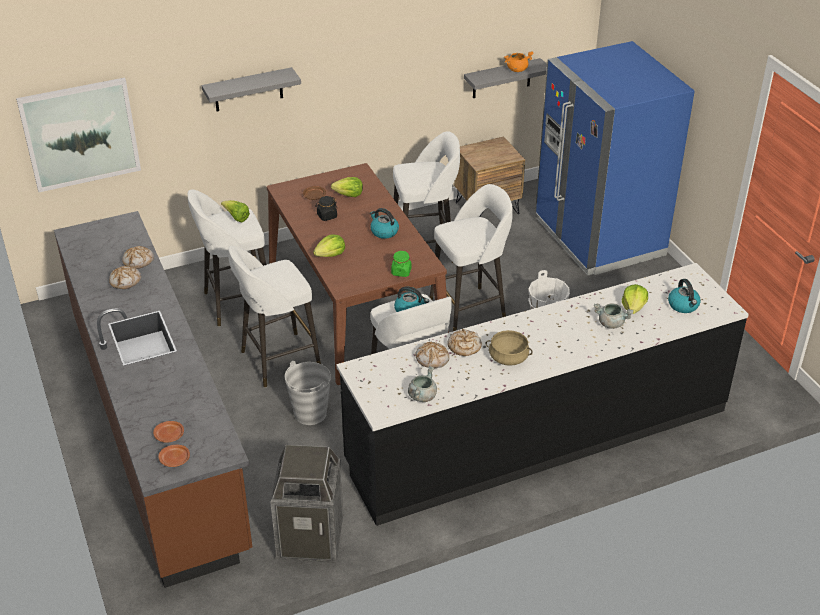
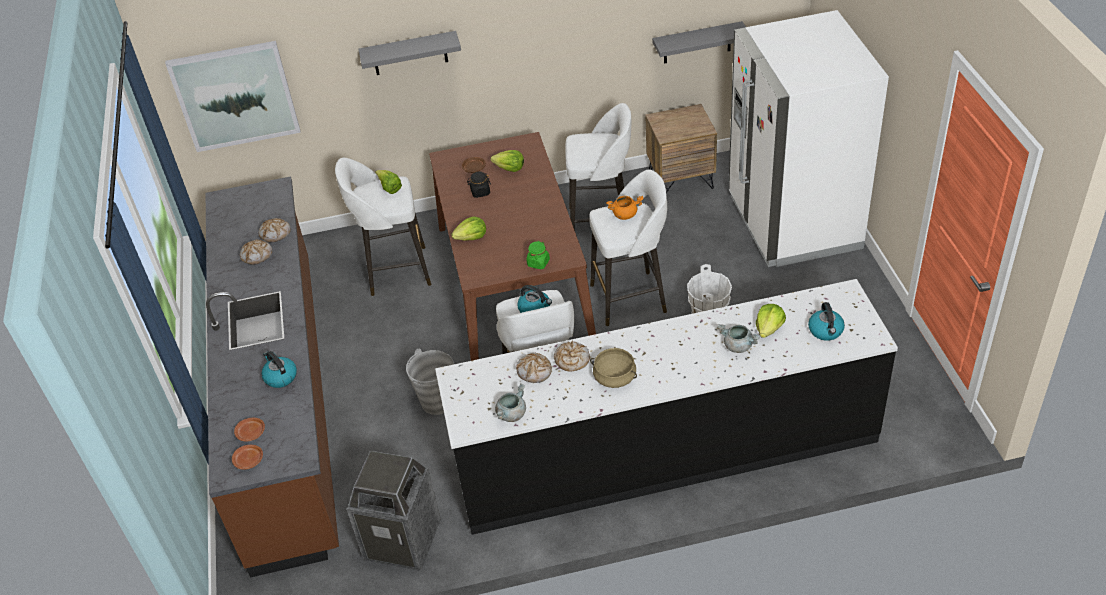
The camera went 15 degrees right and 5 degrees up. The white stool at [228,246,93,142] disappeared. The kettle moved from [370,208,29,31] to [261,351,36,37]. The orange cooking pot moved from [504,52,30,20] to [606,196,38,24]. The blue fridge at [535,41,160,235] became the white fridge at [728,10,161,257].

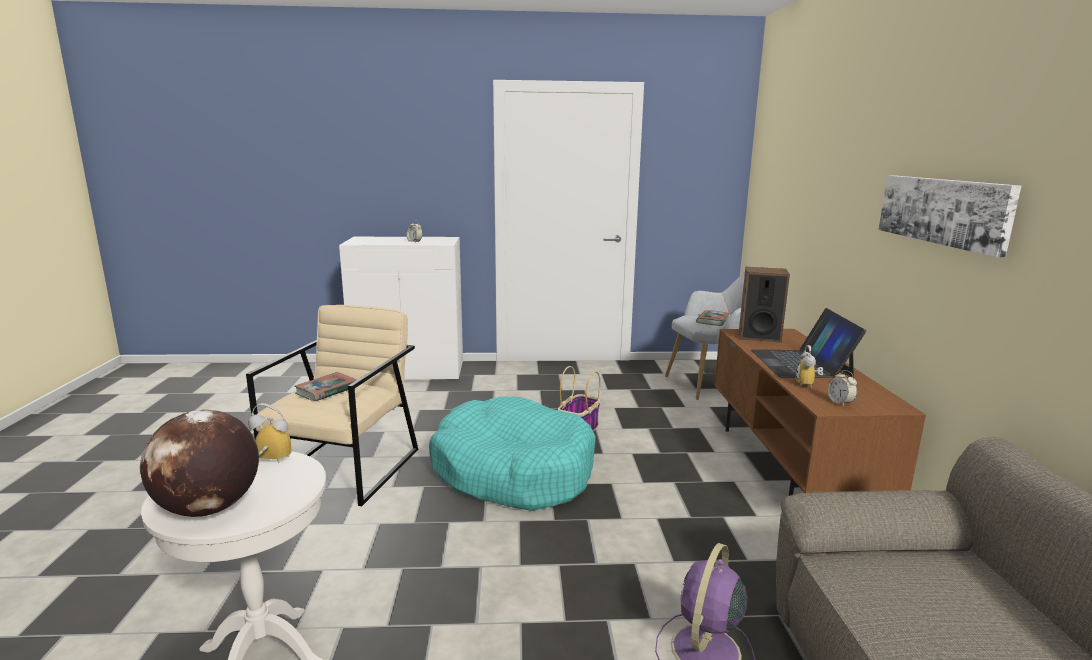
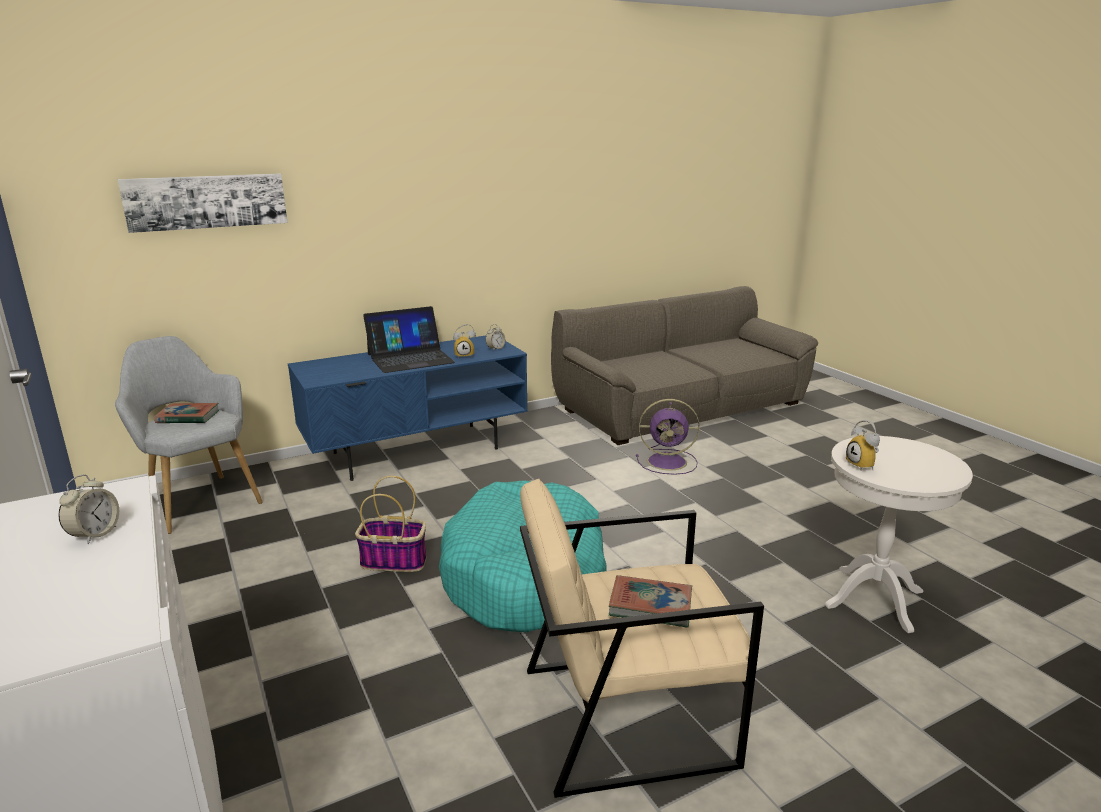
The camera went 115 degrees left and 5 degrees up. The globe at [140,410,119,107] disappeared. The brown tv stand at [714,329,212,167] became the blue tv stand at [288,335,240,146]. The speaker at [739,267,51,75] disappeared. The picture moved from [878,175,143,83] to [118,174,169,59].

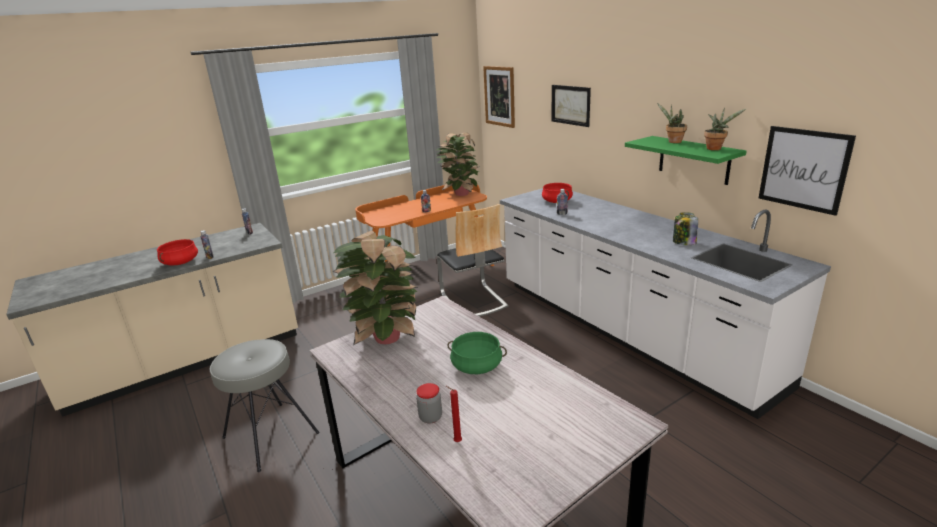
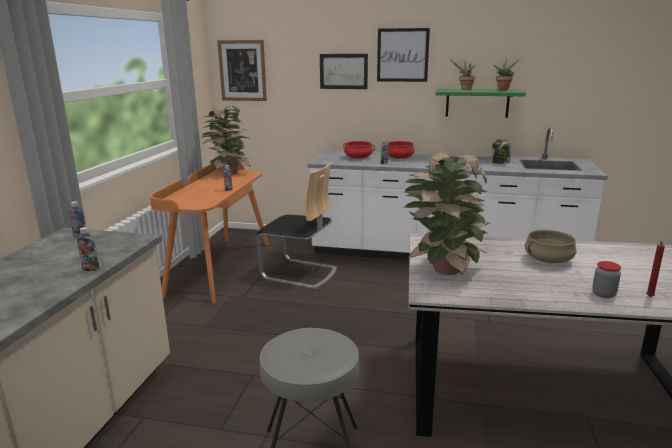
The camera went 45 degrees left and 5 degrees down. The red cooking pot moved from [157,239,41,26] to [387,141,28,18]. The green cooking pot at [447,332,60,42] became the beige cooking pot at [525,230,51,33]. The picture moved from [759,126,97,90] to [377,28,53,54].

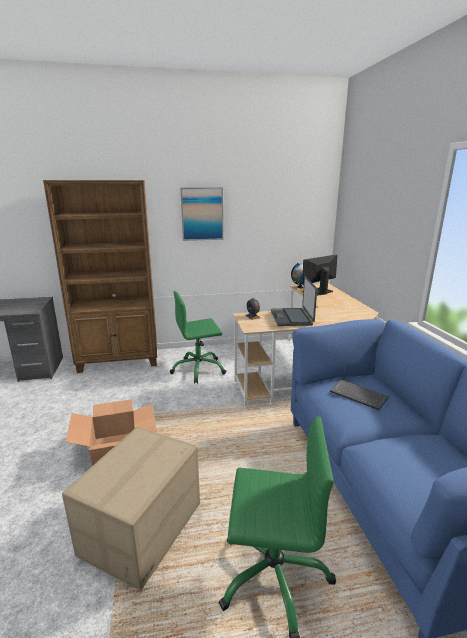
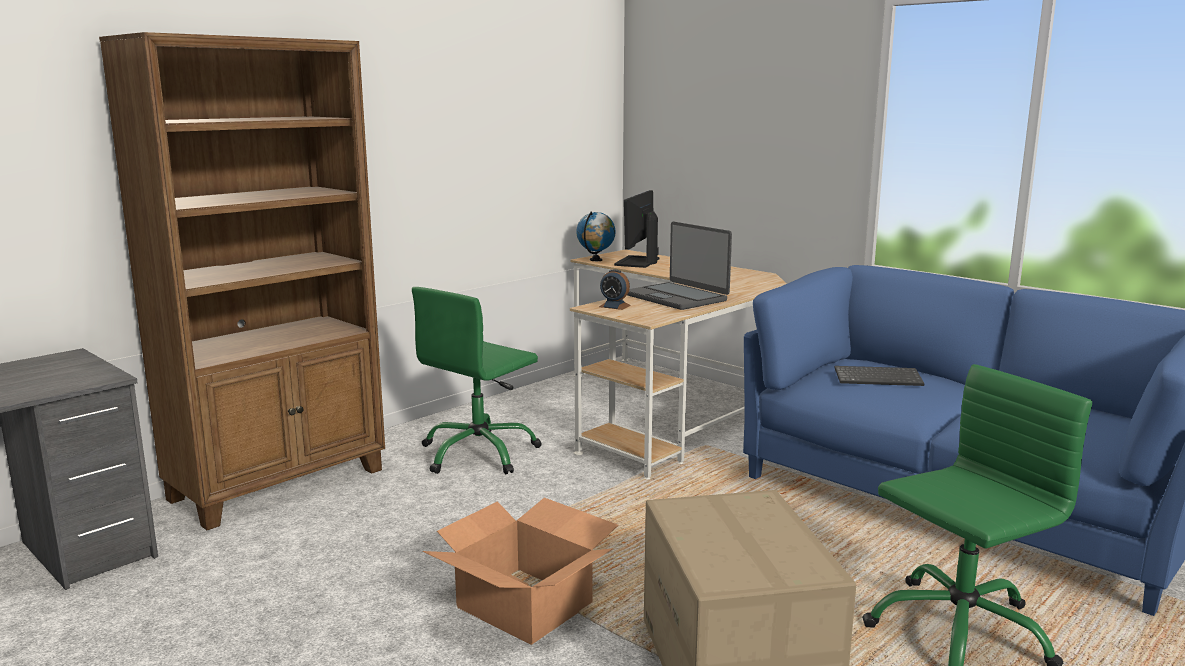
The camera went 35 degrees left and 5 degrees down. The picture at [180,188,43,53] disappeared.

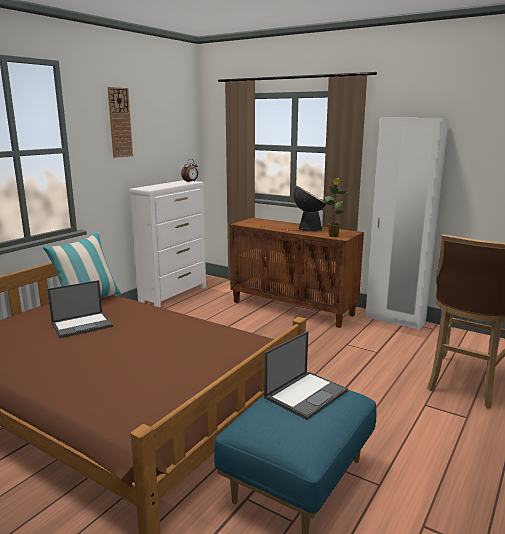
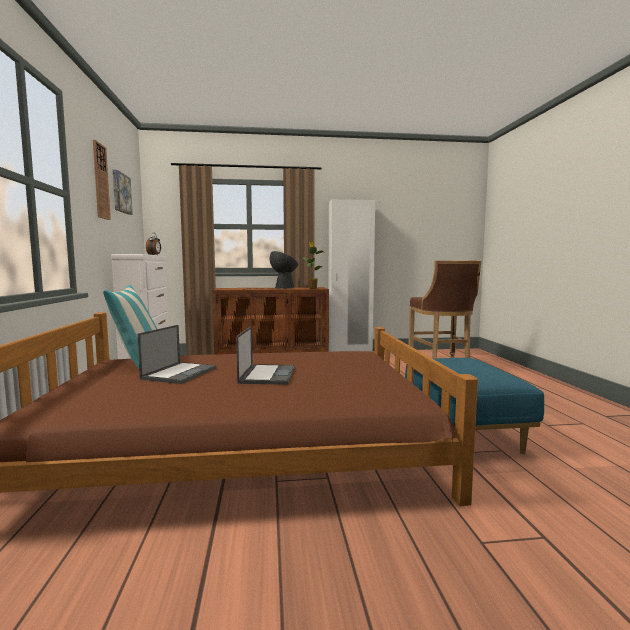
The camera went 40 degrees left and 10 degrees down. The laptop moved from [264,331,84,89] to [236,326,59,59]. The picture at [113,170,20,45] appeared.

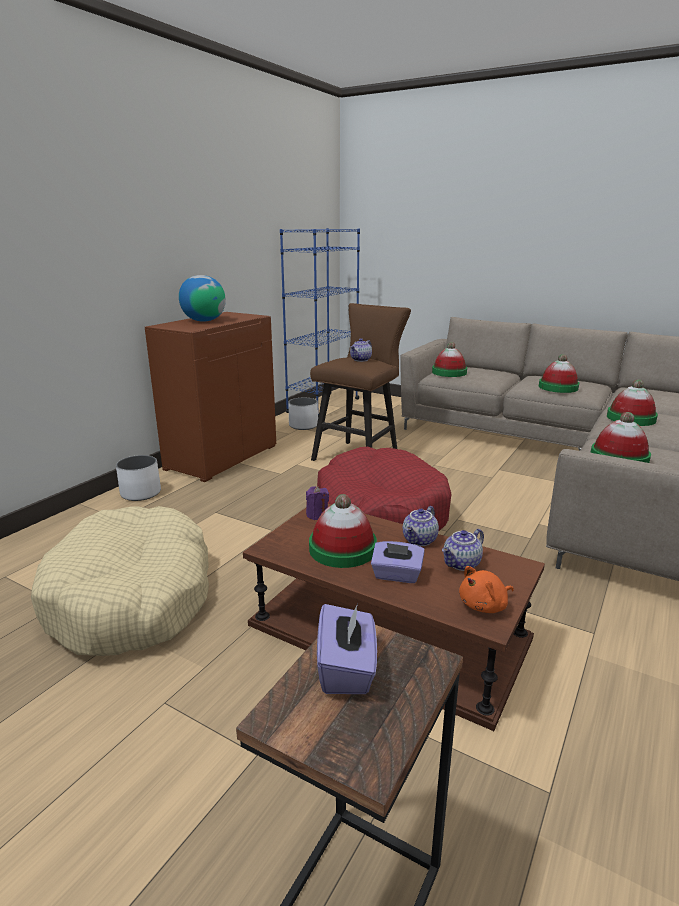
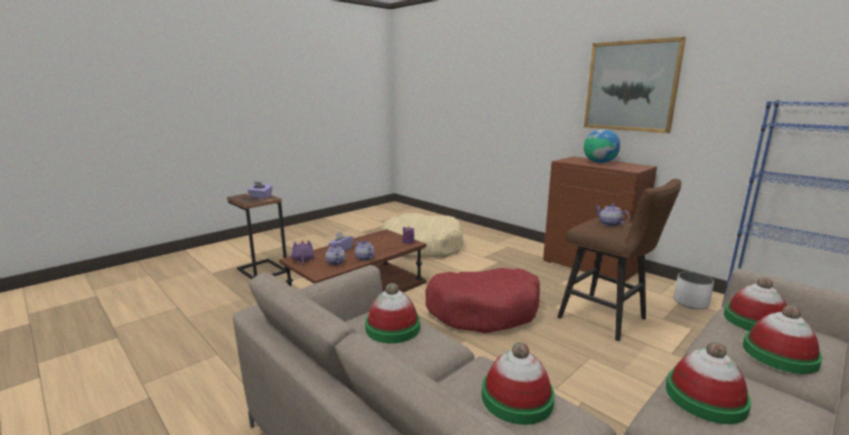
The camera went 105 degrees right and 5 degrees down. The white planter at [116,455,45,46] disappeared. The hat moved from [309,494,68,74] to [743,305,80,69]. The orange plush toy at [459,566,55,47] became the purple plush toy at [291,240,23,25]. The picture at [584,37,102,96] appeared.

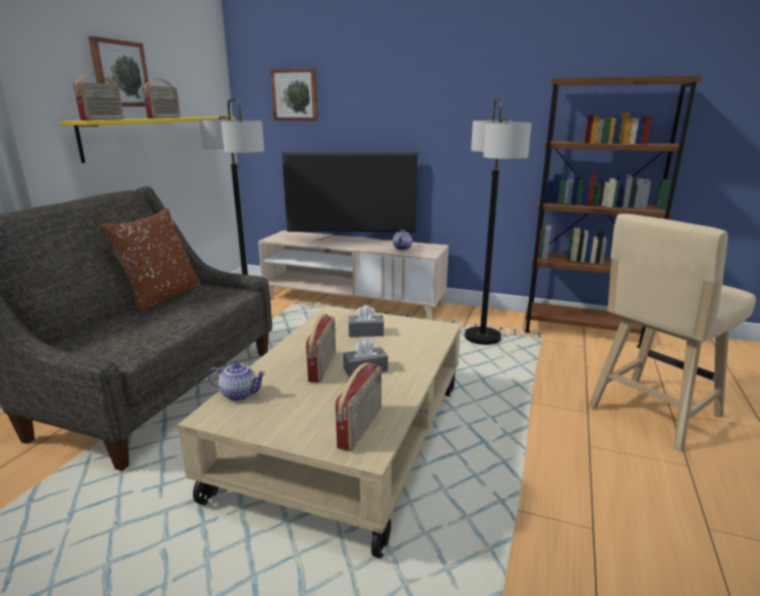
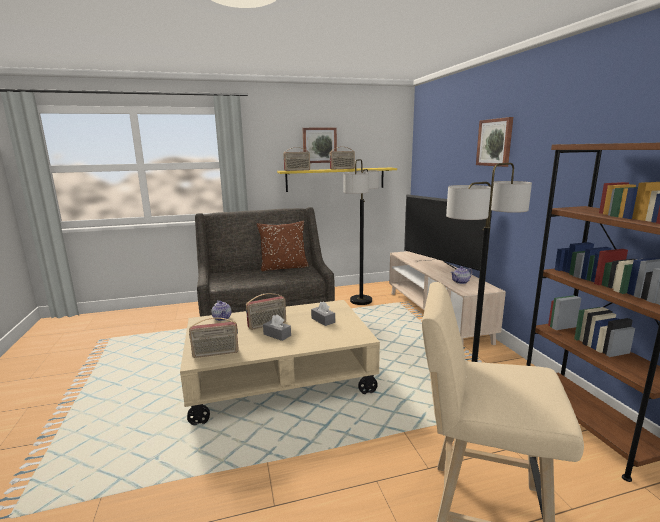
The camera went 55 degrees right and 5 degrees down. The picture moved from [270,68,48,53] to [476,117,37,50].

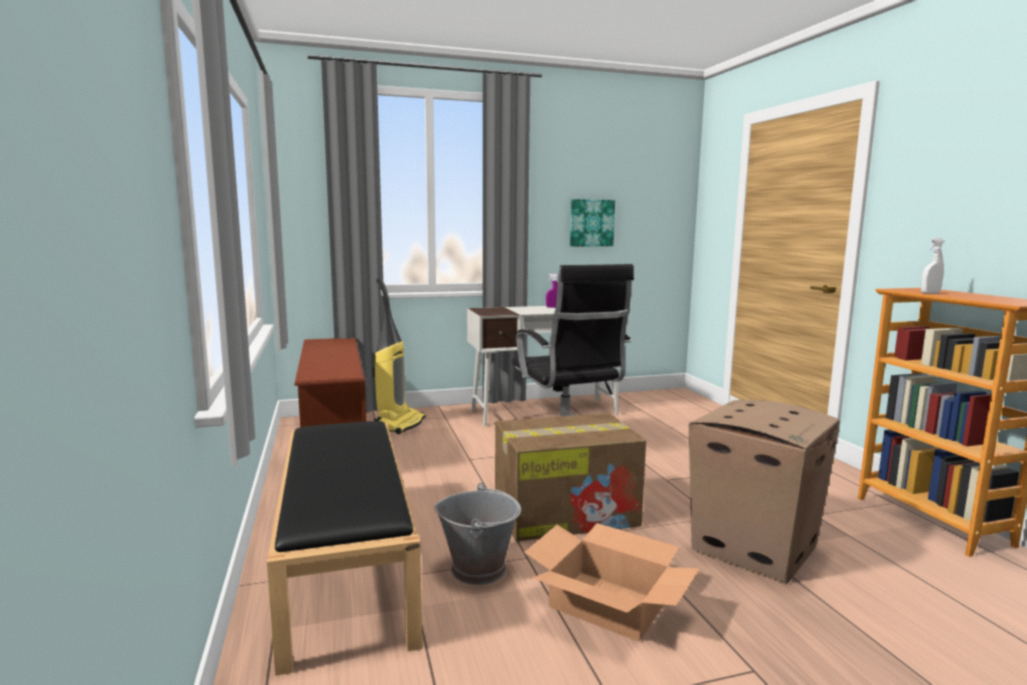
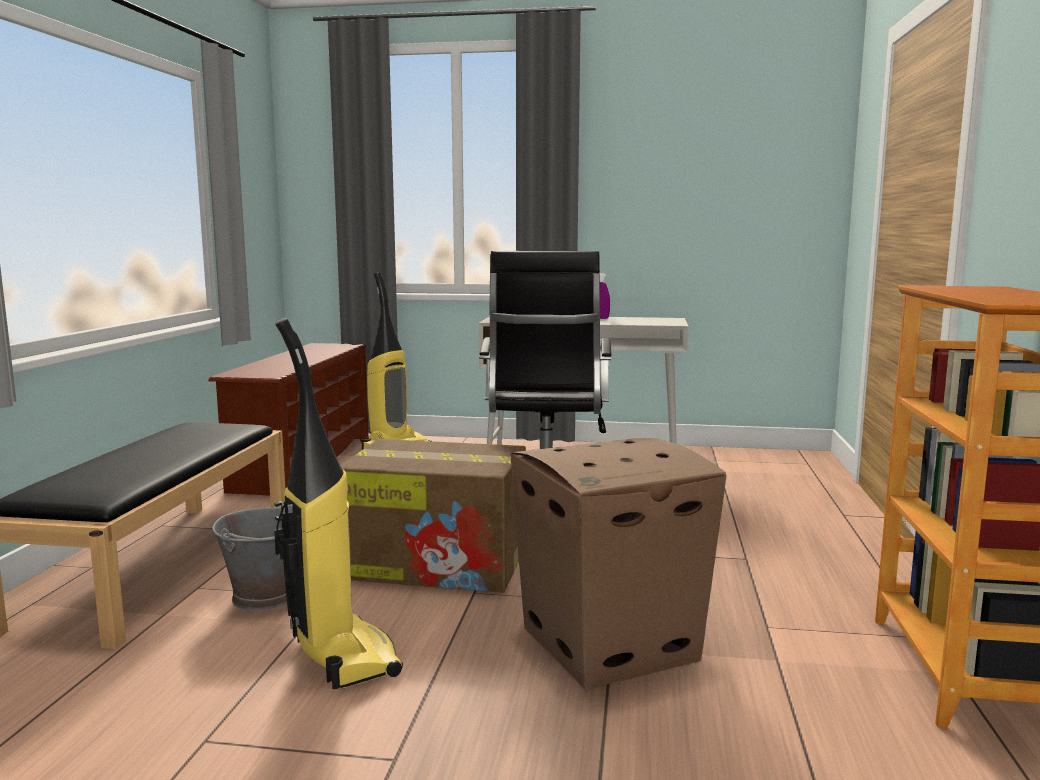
The camera went 25 degrees right and 0 degrees up. The cardboard box at [524,523,175,119] was replaced by the vacuum cleaner at [274,318,129,371]. The picture at [570,199,45,47] disappeared. The white spray bottle at [921,238,24,55] disappeared.

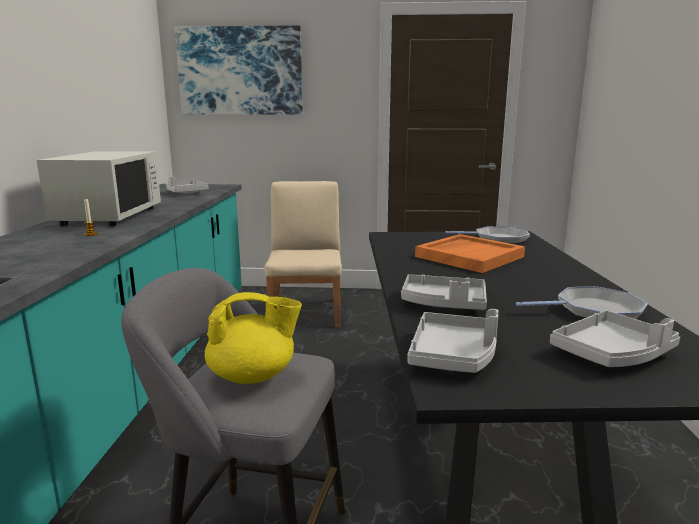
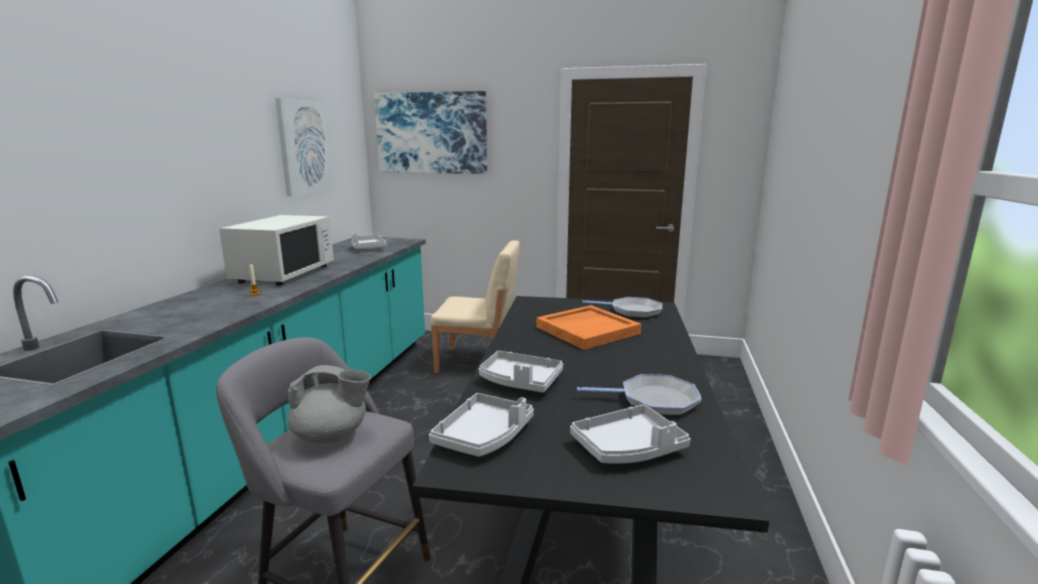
The camera went 10 degrees right and 0 degrees up. The yellow teapot at [205,292,97,92] became the grey teapot at [288,365,83,78]. The beige chair at [264,181,78,146] turned 90 degrees clockwise. The picture at [275,98,60,99] appeared.

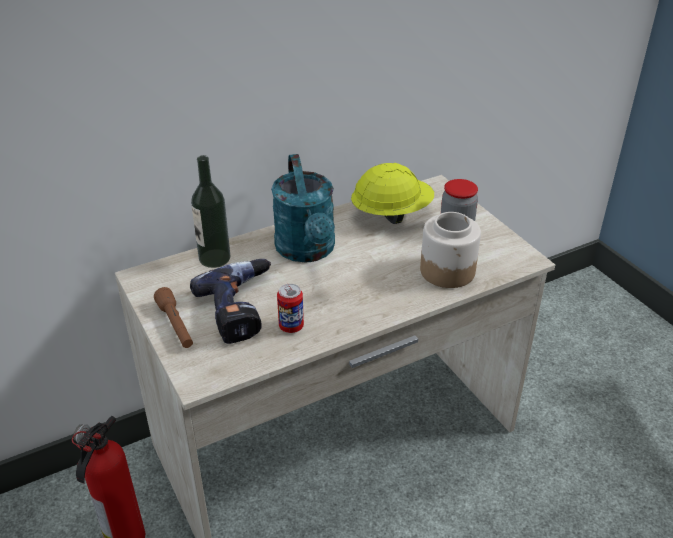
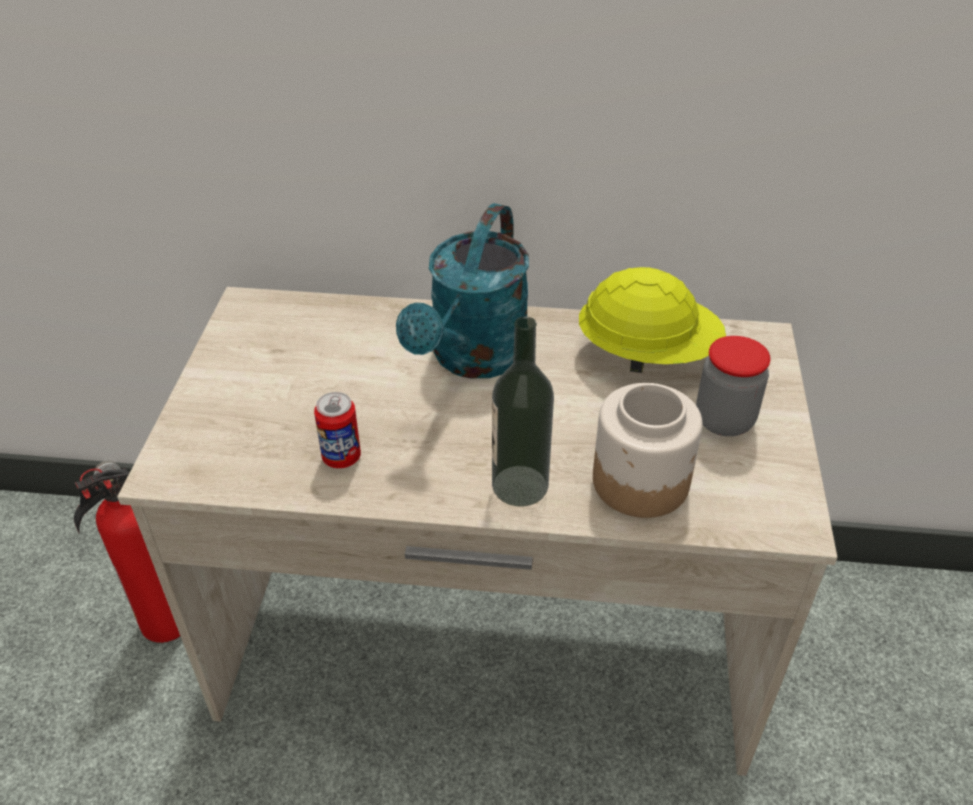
The camera went 35 degrees right and 5 degrees up. The brown flashlight at [154,287,39,61] disappeared. The power drill at [190,259,81,85] disappeared. The bottle moved from [191,155,39,113] to [492,316,62,191].

